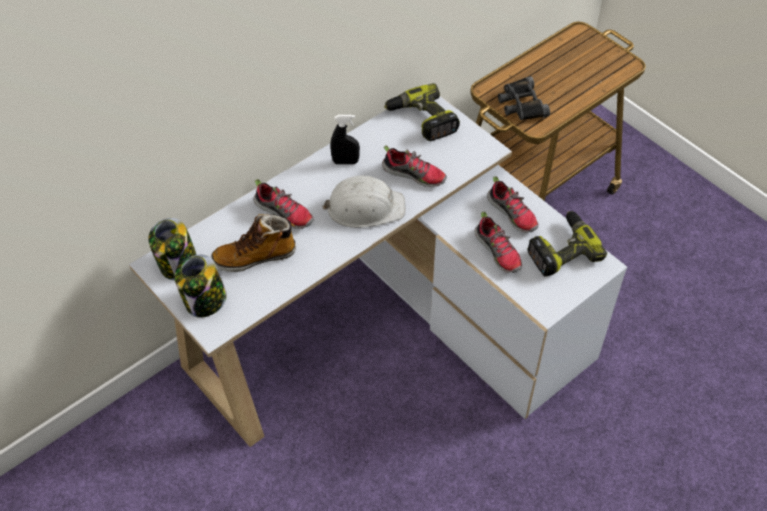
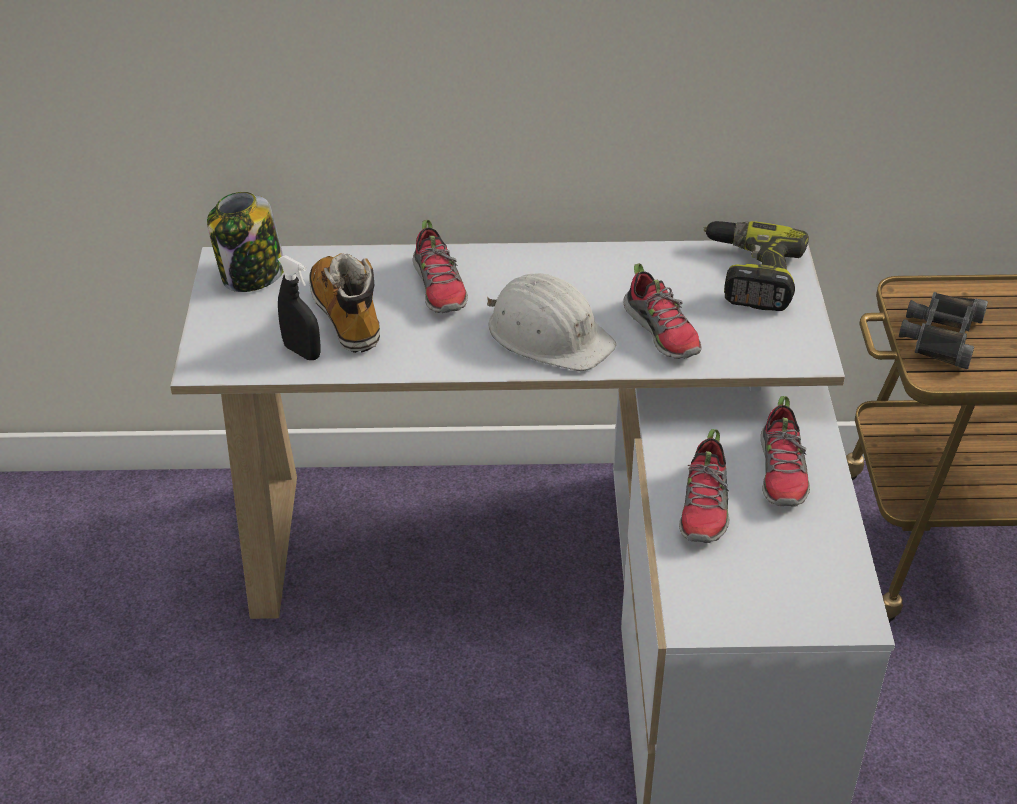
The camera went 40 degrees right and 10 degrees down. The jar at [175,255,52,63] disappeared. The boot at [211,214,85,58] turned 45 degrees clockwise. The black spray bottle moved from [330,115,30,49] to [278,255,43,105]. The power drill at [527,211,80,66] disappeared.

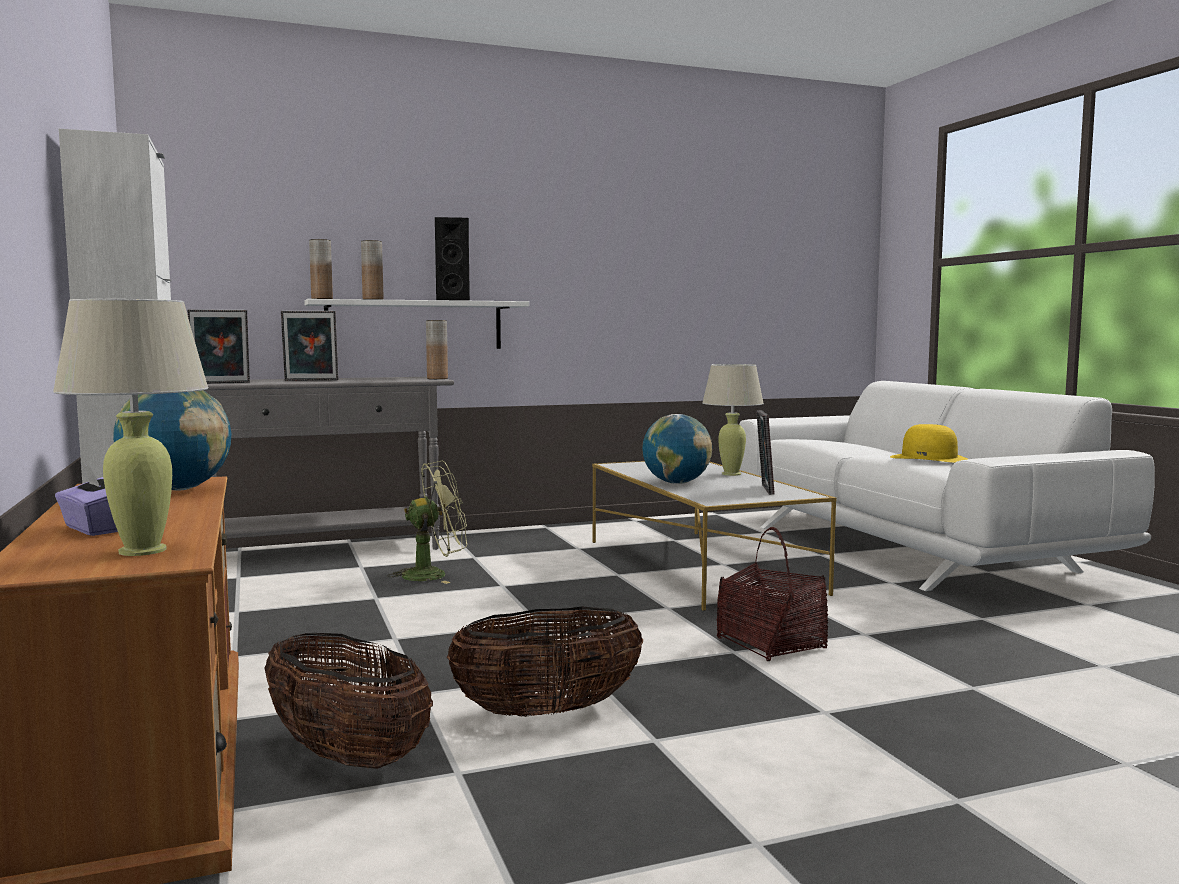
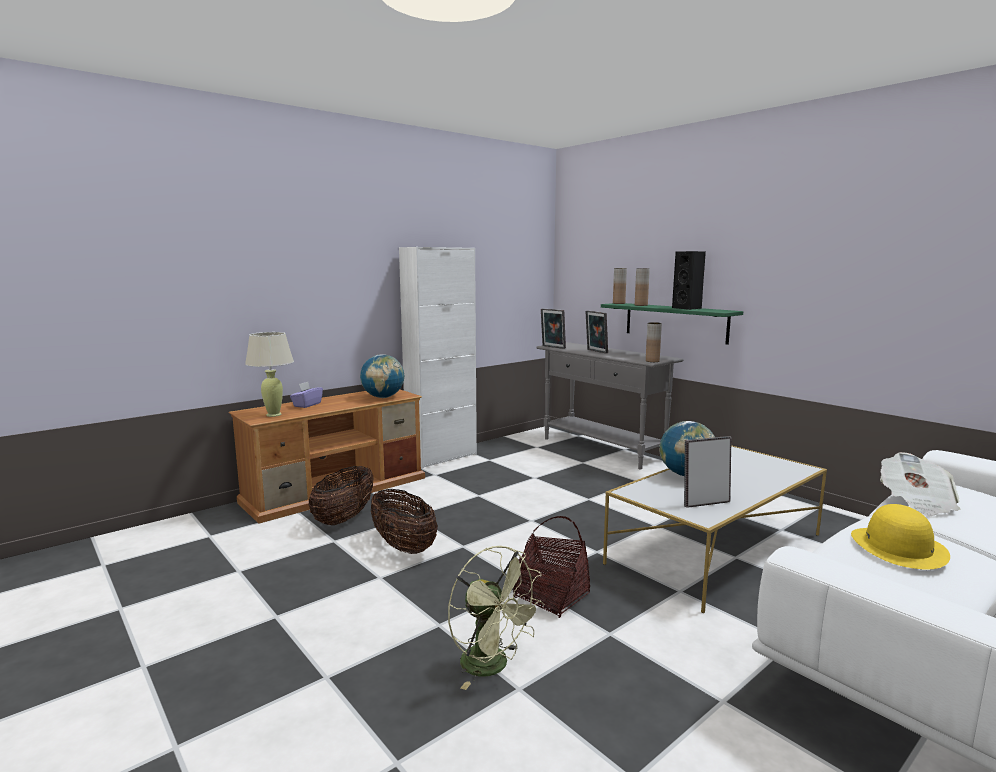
The camera went 70 degrees right and 5 degrees up. The white shelf at [304,299,225,50] became the green shelf at [601,303,142,42]. The green fan moved from [387,461,80,123] to [448,546,97,144]. The beige table lamp at [702,364,62,112] disappeared. The newspaper at [880,452,81,65] appeared.

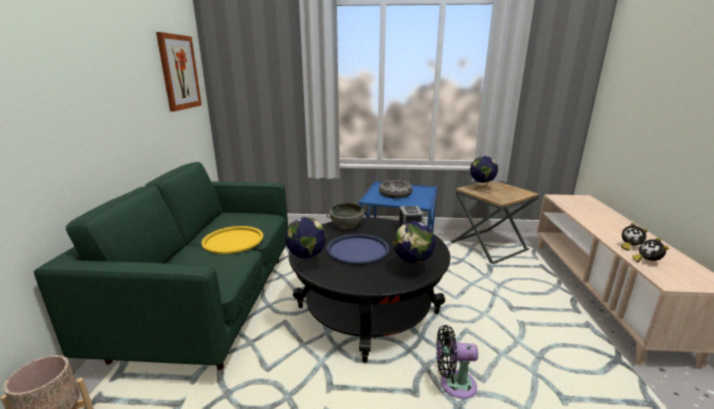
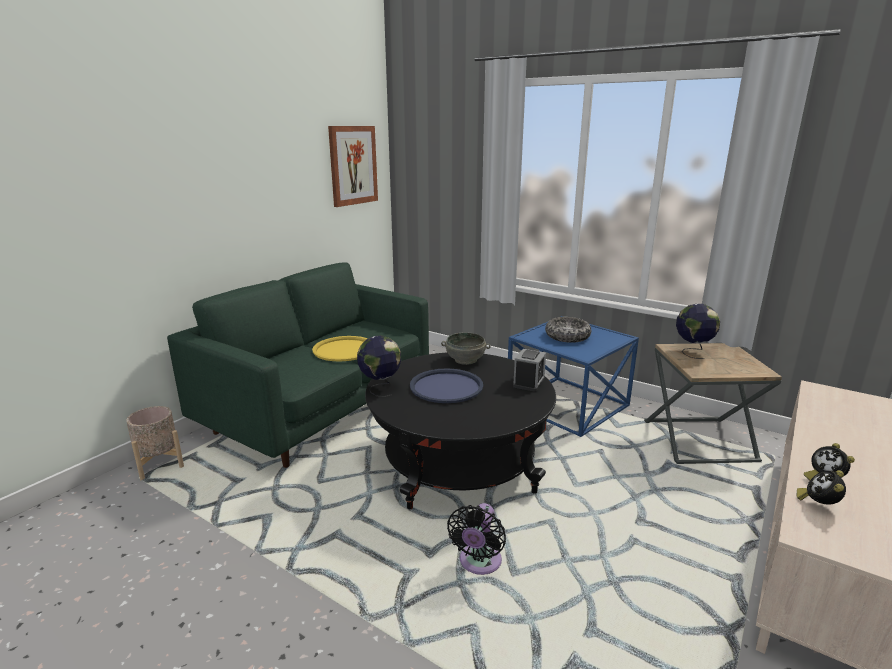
The camera went 30 degrees right and 0 degrees up. The globe at [393,221,43,53] disappeared. The black fan at [436,325,42,74] turned 105 degrees counterclockwise.

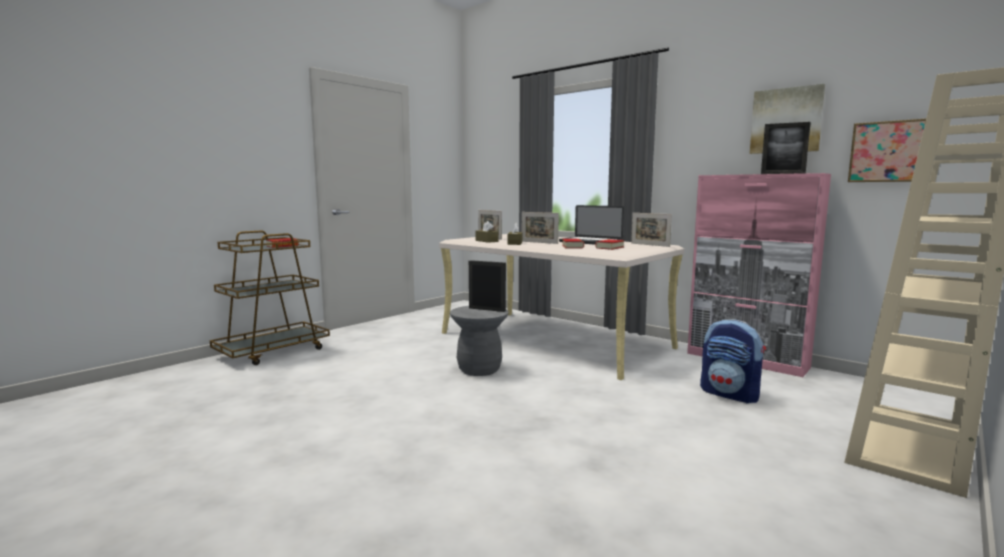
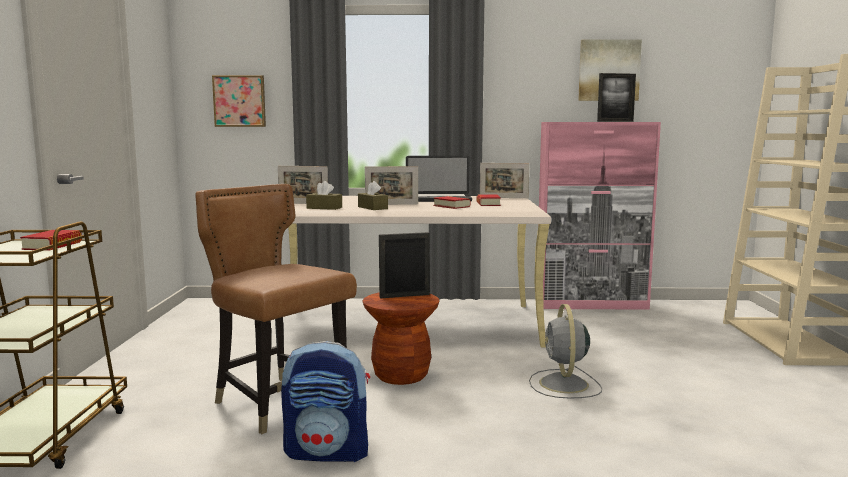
The camera went 40 degrees left and 0 degrees up. The grey stool at [450,306,59,70] became the brown stool at [362,293,78,92]. The backpack moved from [700,320,66,83] to [281,341,89,121]. The picture moved from [848,119,78,63] to [212,75,54,52]. The brown chair at [195,184,162,250] appeared. The grey fan at [529,304,73,95] appeared.

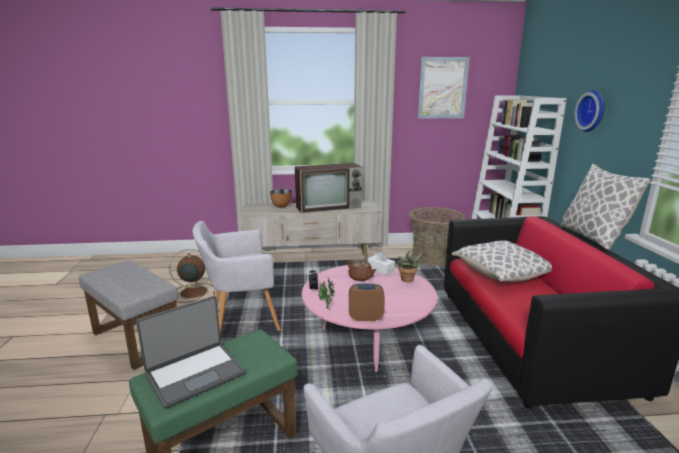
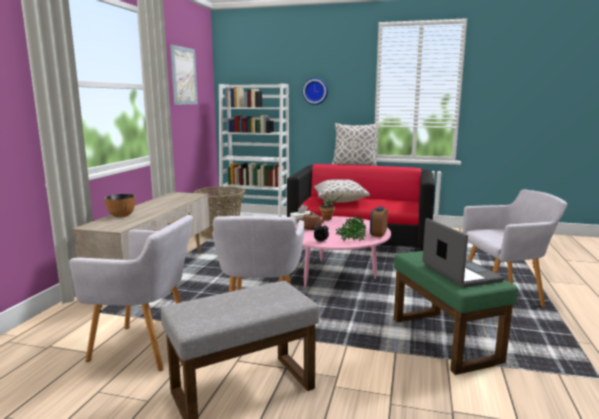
The camera went 70 degrees left and 5 degrees down. The brown fan at [169,249,46,54] was replaced by the grey armchair at [70,215,123,156]. The television at [295,163,67,50] disappeared.

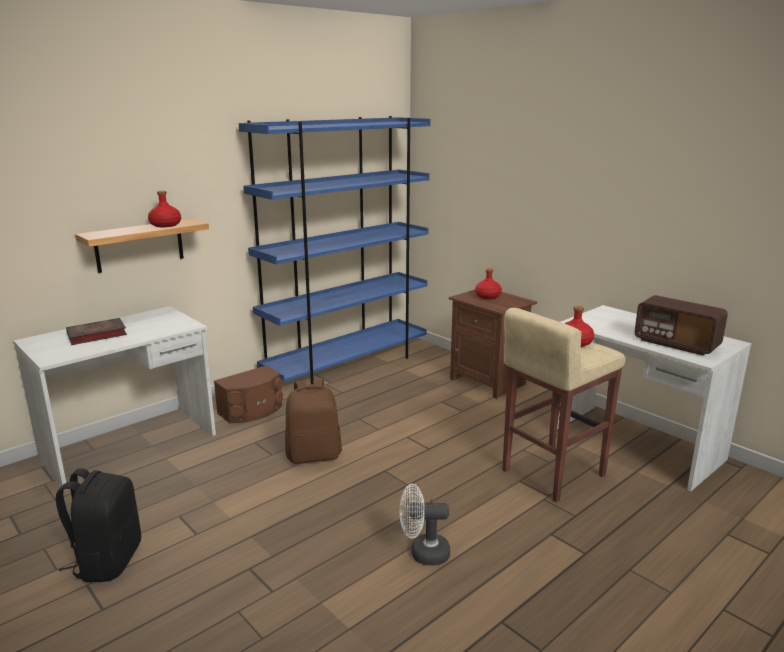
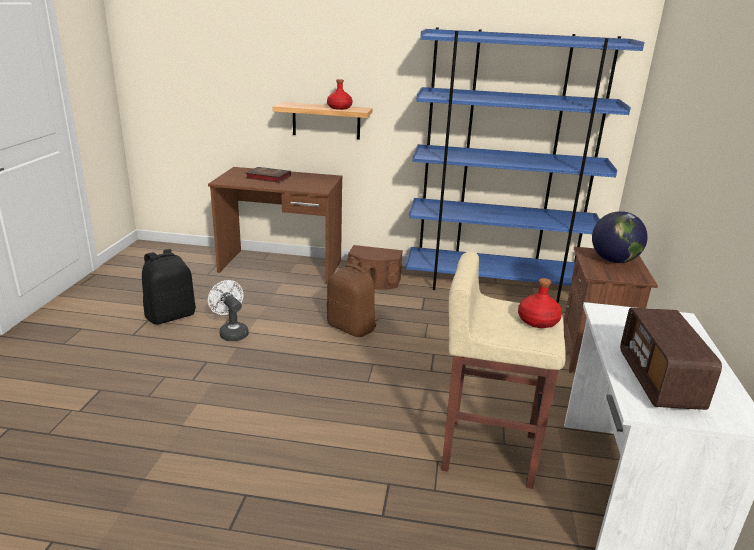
The camera went 50 degrees right and 5 degrees up. The white desk at [13,306,203,184] became the brown desk at [208,167,135,117]. The white fan moved from [399,484,51,82] to [208,280,41,61]. The red bottle at [475,269,27,30] was replaced by the globe at [592,211,56,52].

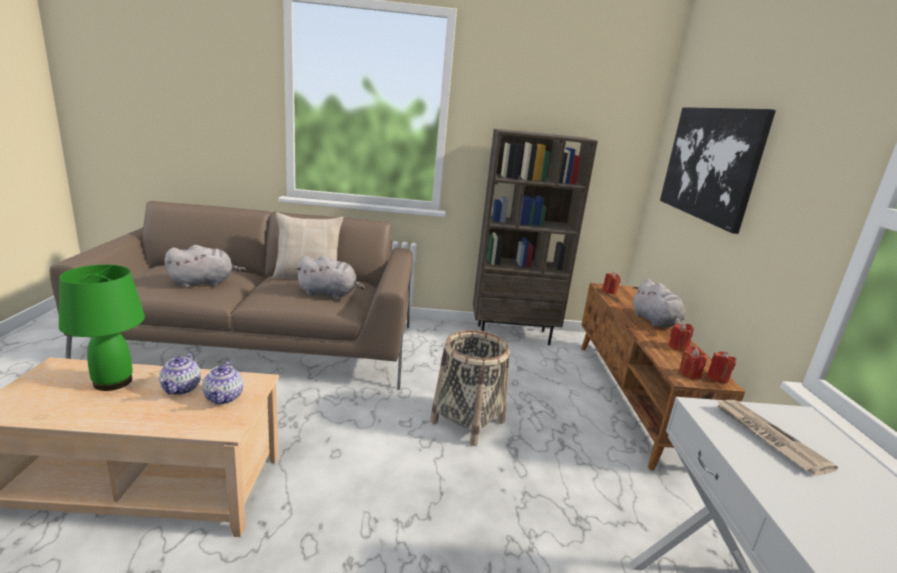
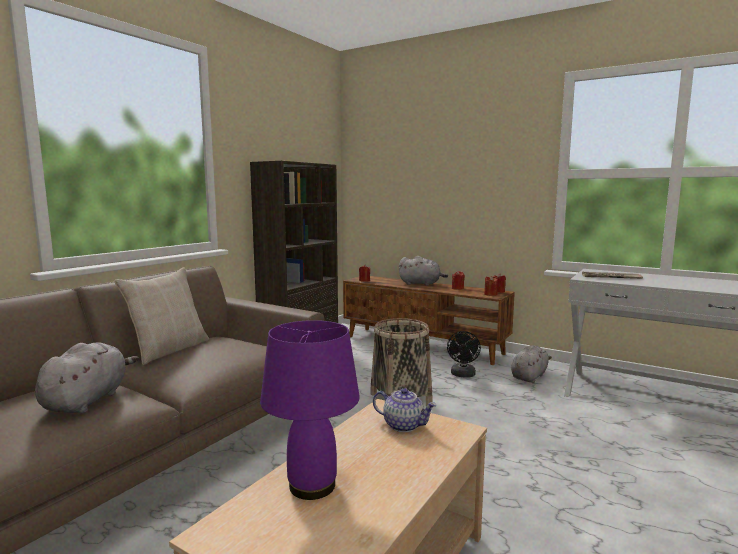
The camera went 55 degrees left and 10 degrees down. The green table lamp at [59,264,86,127] became the purple table lamp at [260,320,100,180]. The teapot at [159,352,42,43] disappeared. The grey plush toy moved from [295,256,70,43] to [511,345,41,38]. The picture at [660,107,116,127] disappeared. The black fan at [447,331,34,47] appeared.

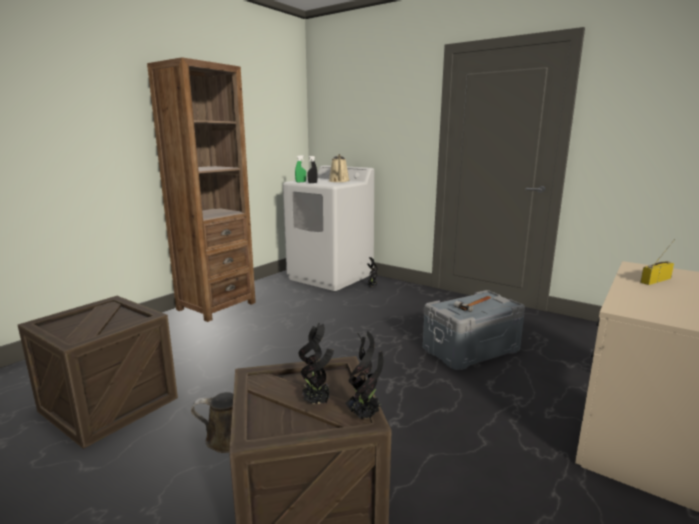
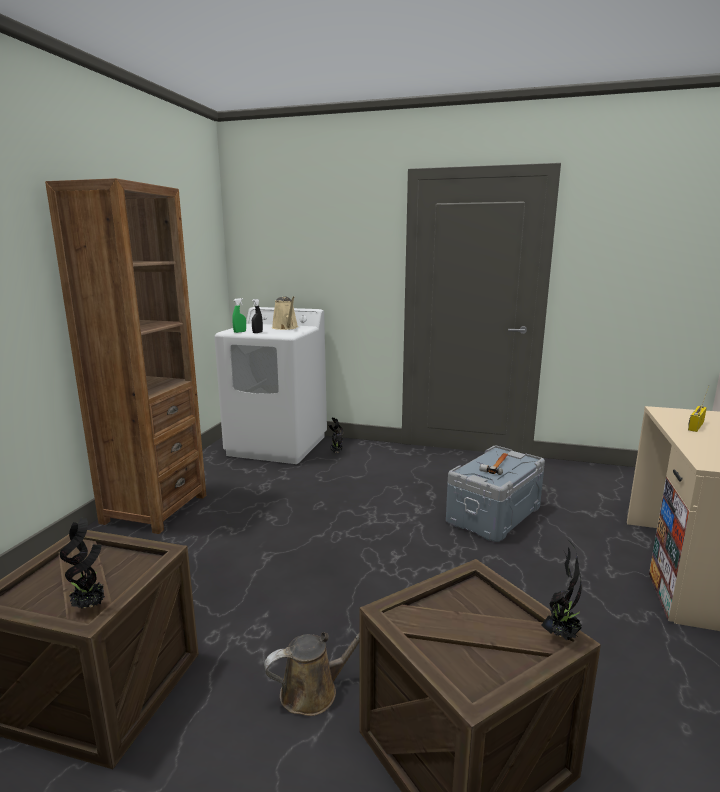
The camera went 20 degrees left and 0 degrees up. The potted plant moved from [299,323,35,81] to [59,517,46,91].

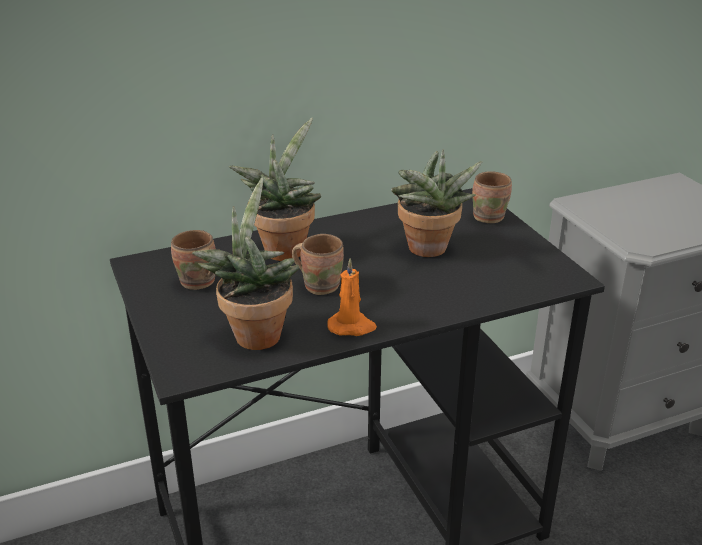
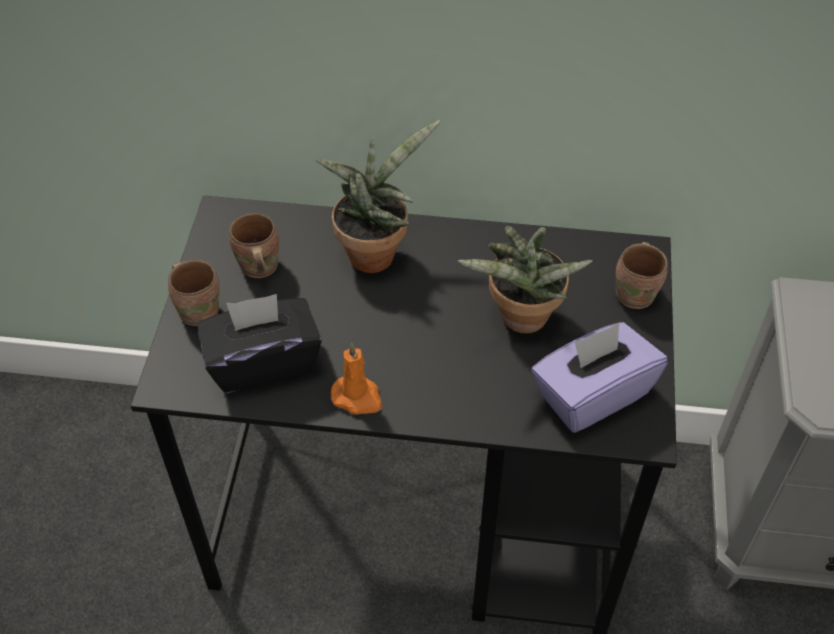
The camera went 30 degrees right and 20 degrees up. The potted plant at [192,178,107,172] was replaced by the black tissue box at [197,294,125,99]. The brown mug moved from [292,234,52,61] to [168,260,52,66]. The purple tissue box at [532,322,136,111] appeared.

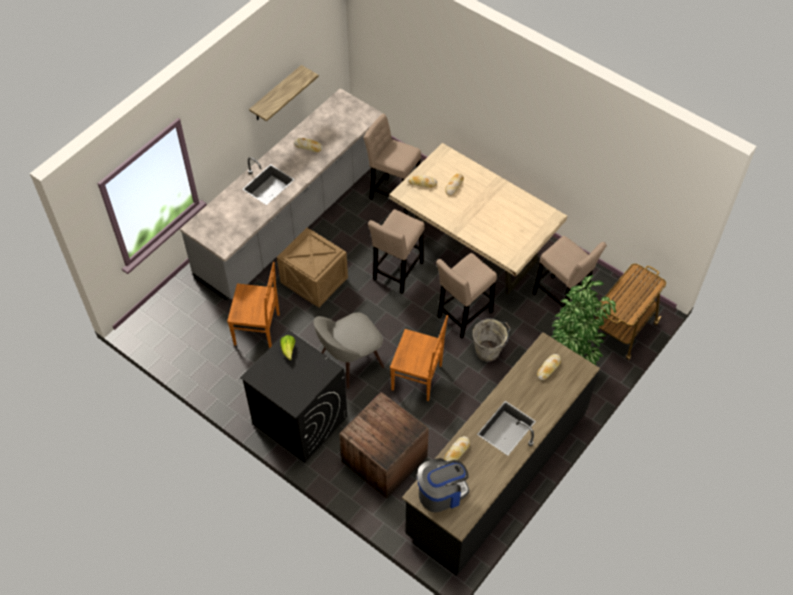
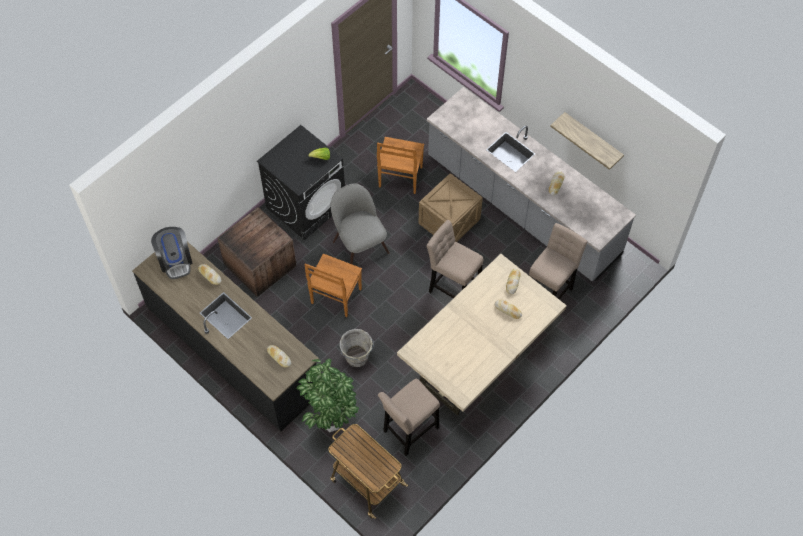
The camera went 95 degrees right and 5 degrees up. The beige stool at [436,253,61,86] disappeared.

